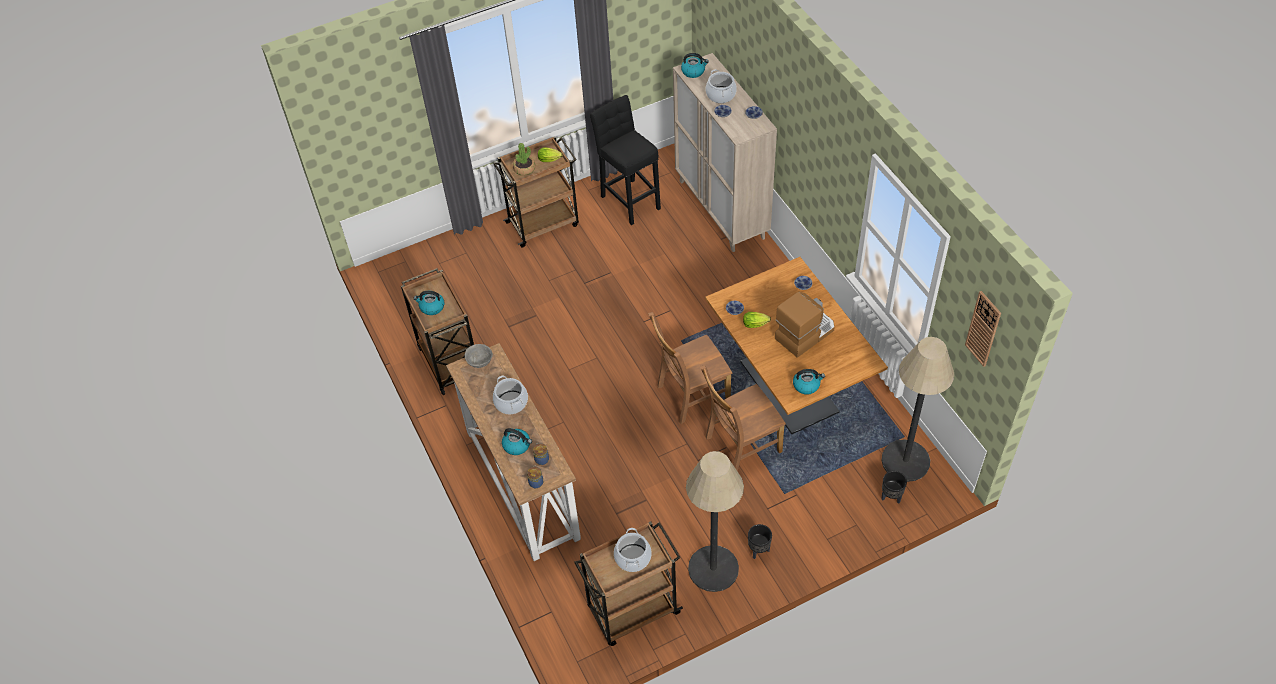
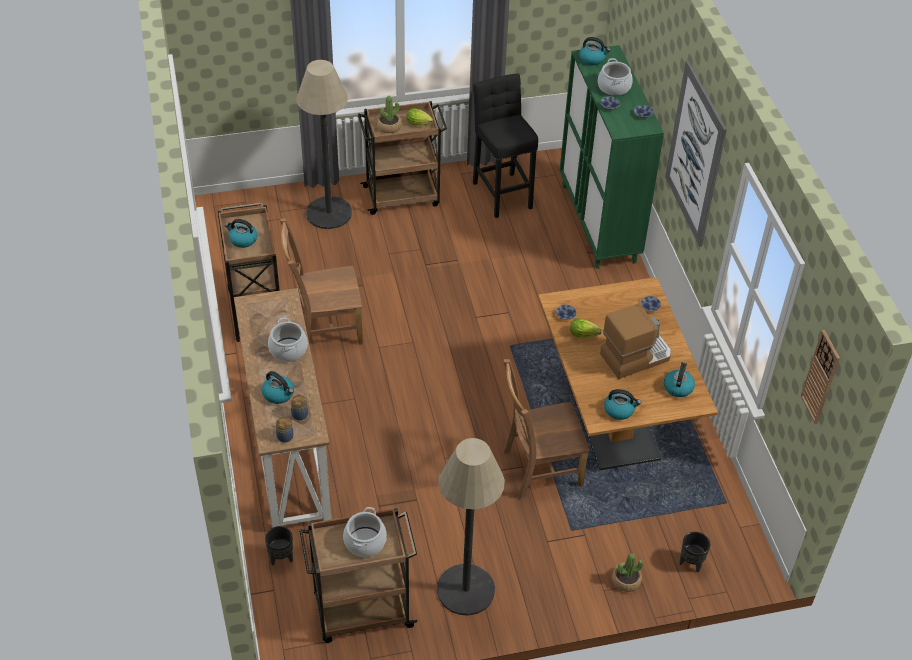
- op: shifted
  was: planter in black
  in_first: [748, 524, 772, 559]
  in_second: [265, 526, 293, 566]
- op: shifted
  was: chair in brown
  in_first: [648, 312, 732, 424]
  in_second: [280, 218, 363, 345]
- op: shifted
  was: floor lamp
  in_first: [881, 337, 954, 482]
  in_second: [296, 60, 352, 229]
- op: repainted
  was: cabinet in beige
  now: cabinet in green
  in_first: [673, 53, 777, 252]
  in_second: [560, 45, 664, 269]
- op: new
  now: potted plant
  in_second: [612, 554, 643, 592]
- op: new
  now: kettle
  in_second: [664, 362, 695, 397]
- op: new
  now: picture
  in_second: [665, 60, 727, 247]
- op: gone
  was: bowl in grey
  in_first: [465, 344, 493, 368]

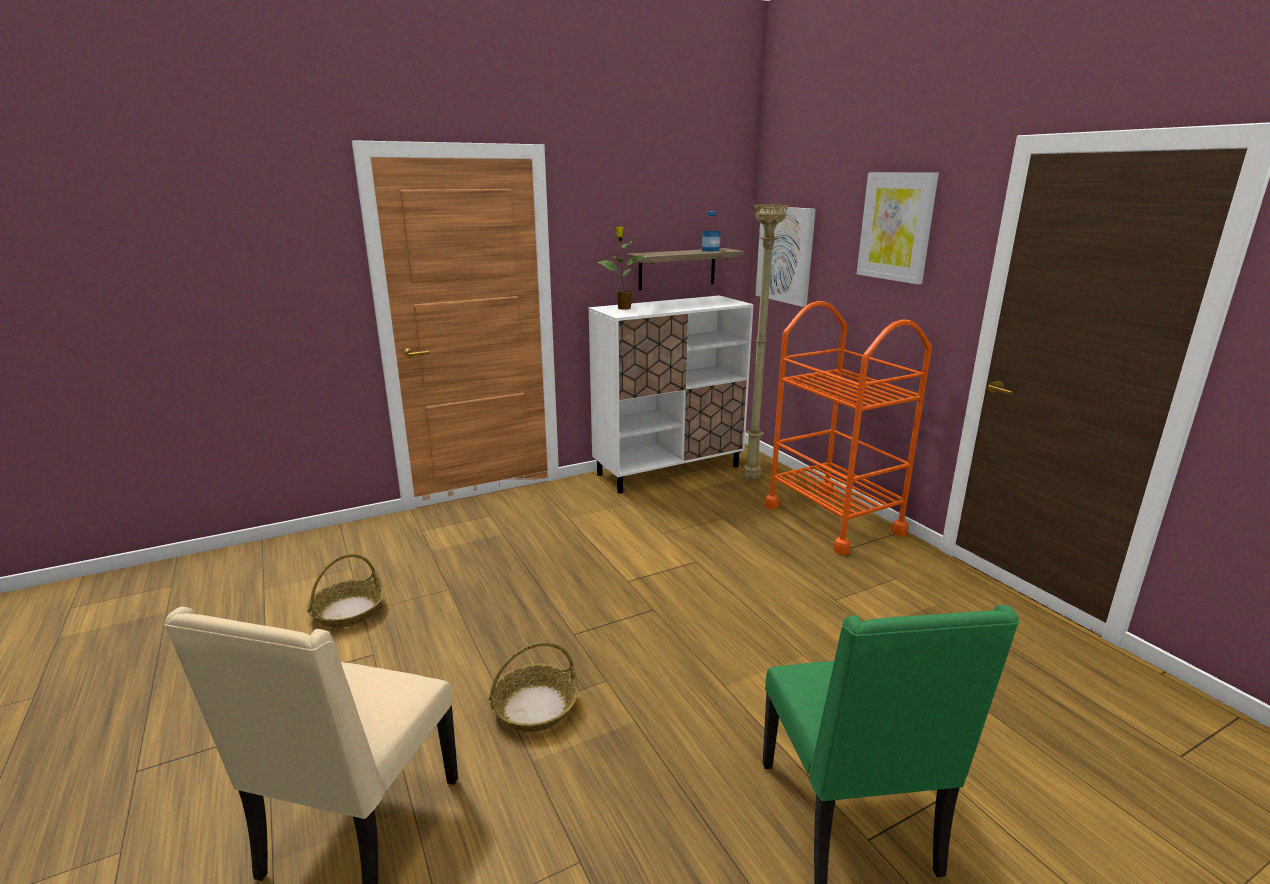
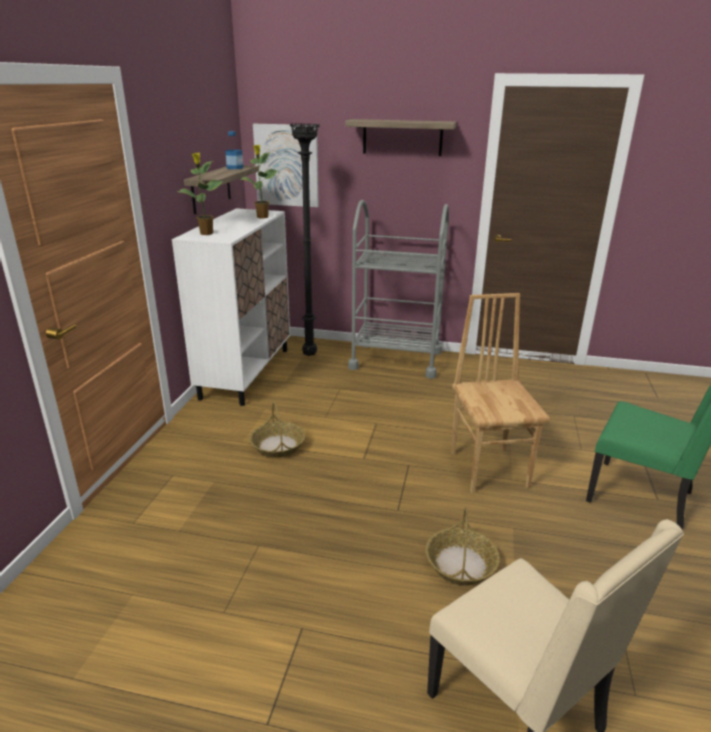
- op: new
  now: potted plant
  in_second: [240, 145, 278, 218]
- op: shifted
  was: basket
  in_first: [306, 554, 384, 628]
  in_second: [250, 402, 305, 458]
- op: repainted
  was: floor lamp in beige
  now: floor lamp in black
  in_first: [743, 204, 789, 479]
  in_second: [290, 123, 320, 356]
- op: swapped
  was: picture
  now: shelf
  in_first: [857, 172, 939, 285]
  in_second: [345, 119, 456, 156]
- op: repainted
  was: cart in orange
  now: cart in grey
  in_first: [764, 301, 932, 555]
  in_second: [348, 200, 449, 379]
- op: new
  now: chair in brown
  in_second: [451, 293, 550, 493]

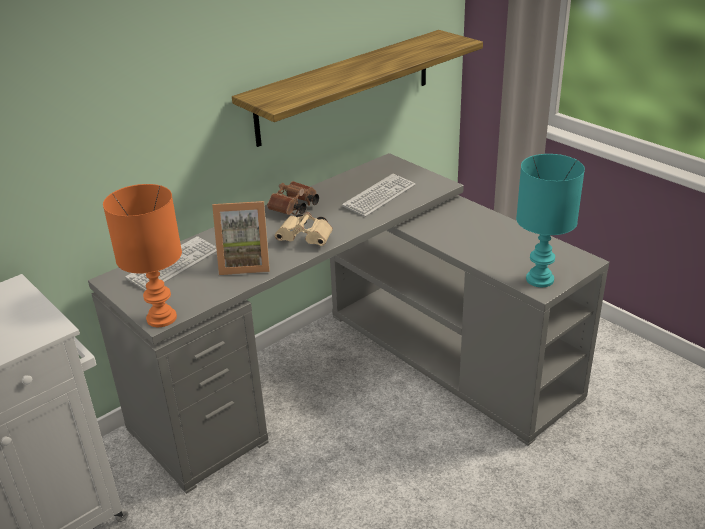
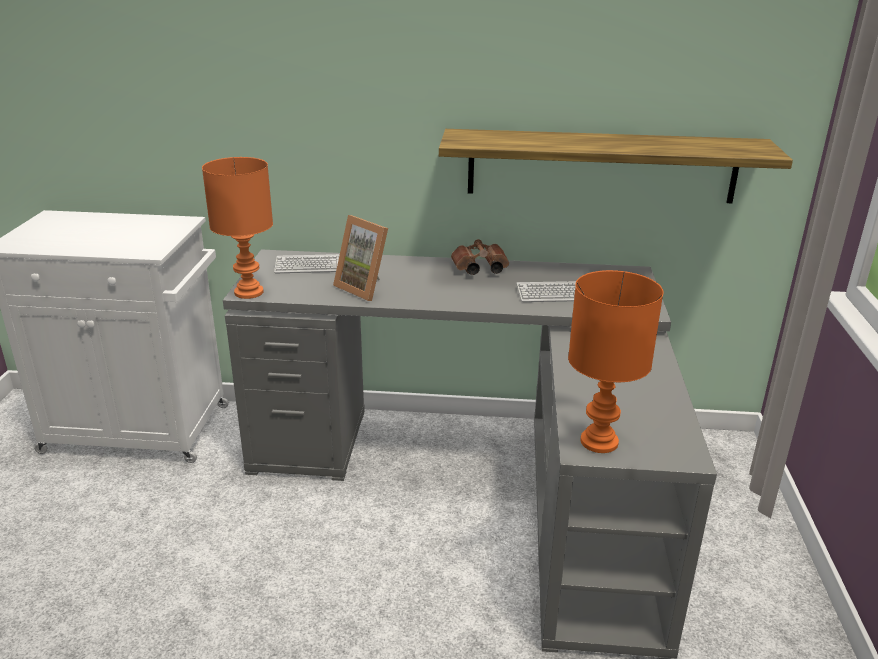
- op: repainted
  was: table lamp in turquoise
  now: table lamp in orange
  in_first: [516, 154, 585, 287]
  in_second: [568, 270, 663, 453]
- op: gone
  was: binoculars in beige
  in_first: [275, 212, 333, 246]

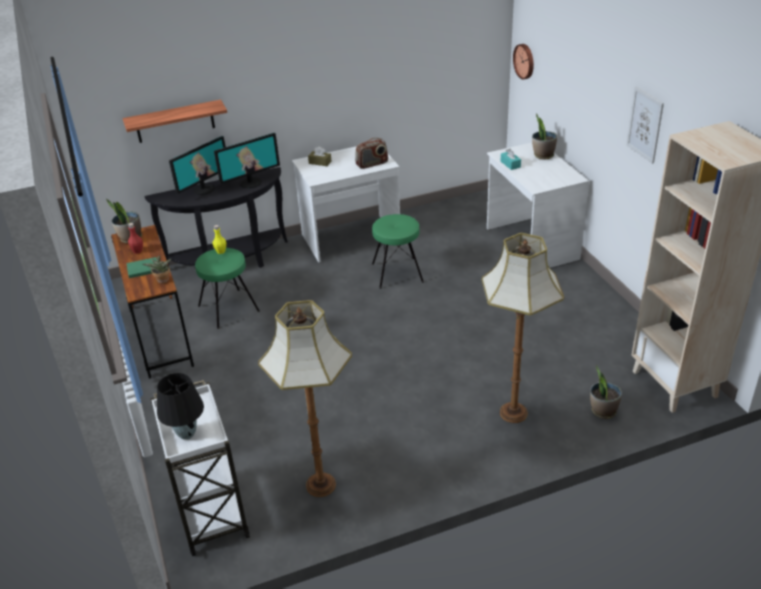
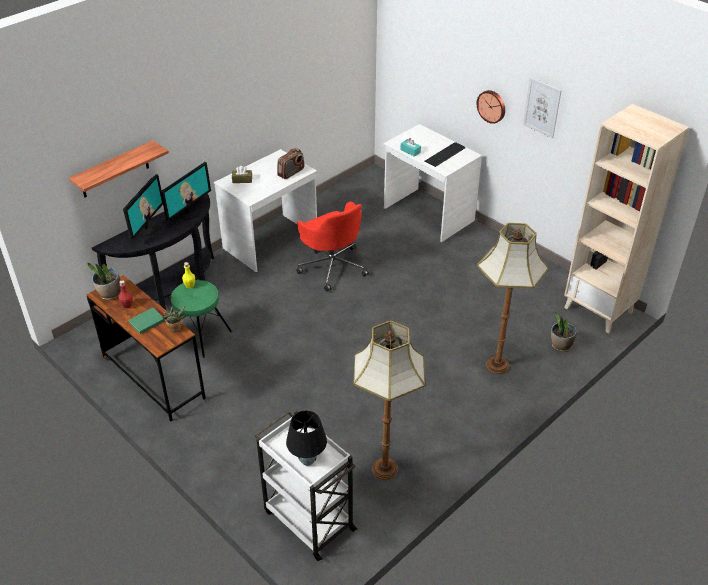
- op: swapped
  was: stool in green
  now: office chair in red
  in_first: [372, 214, 424, 289]
  in_second: [296, 202, 369, 292]
- op: new
  now: keyboard
  in_second: [424, 142, 466, 167]
- op: shifted
  was: wall clock
  in_first: [513, 44, 534, 80]
  in_second: [477, 90, 505, 124]
- op: gone
  was: potted plant
  in_first: [532, 113, 557, 160]

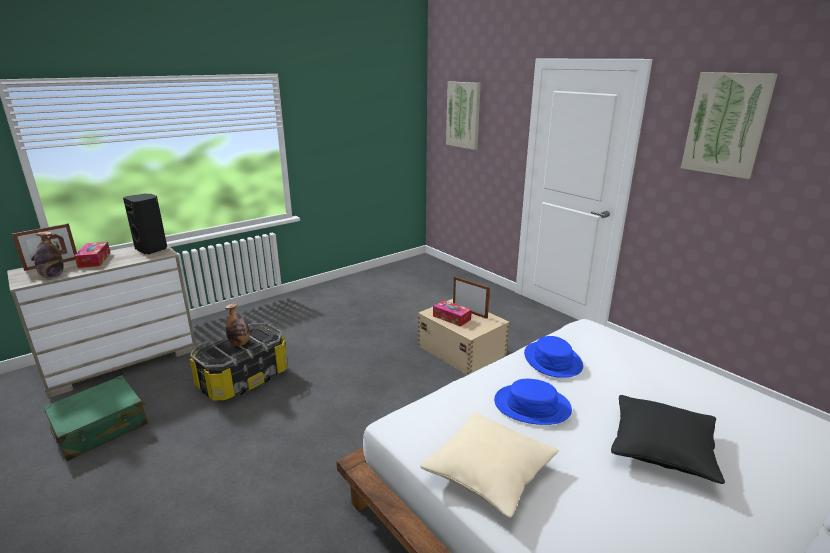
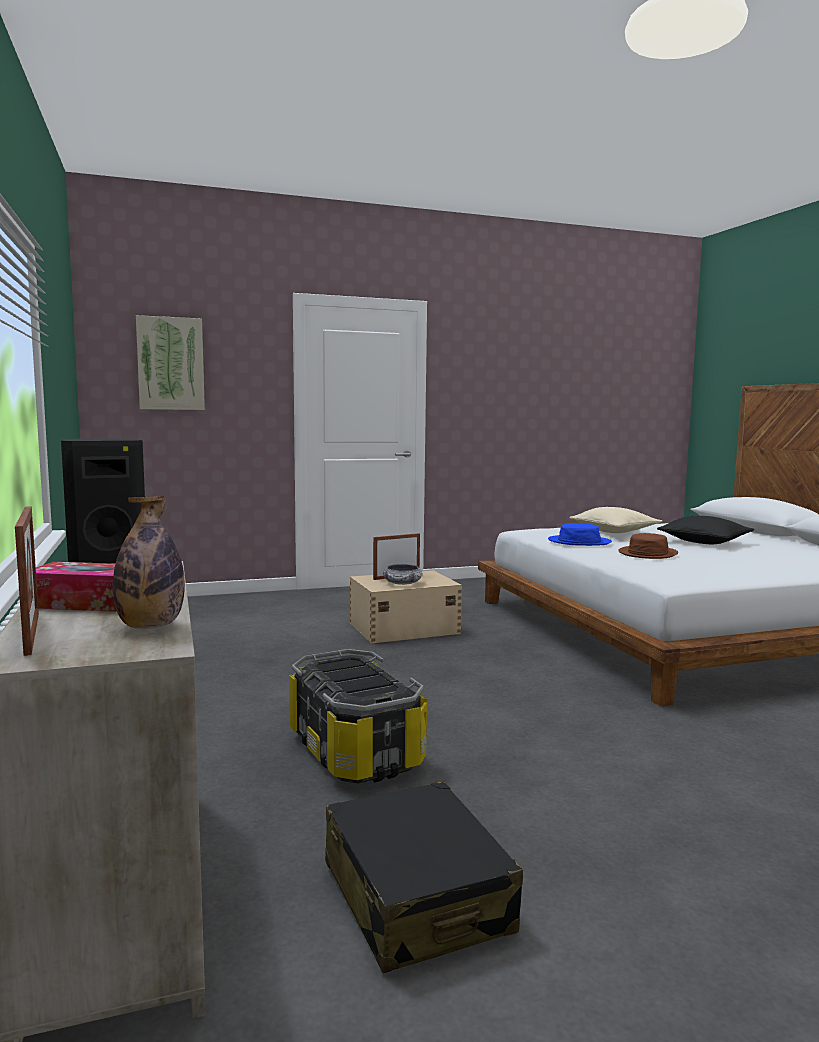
- op: repainted
  was: suitcase in green
  now: suitcase in black
  in_first: [43, 375, 148, 461]
  in_second: [325, 781, 523, 973]
- op: swapped
  was: tissue box
  now: bowl
  in_first: [433, 300, 471, 327]
  in_second: [383, 564, 423, 585]
- op: shifted
  was: pillow in beige
  in_first: [420, 412, 559, 518]
  in_second: [569, 507, 662, 533]
- op: repainted
  was: hat in blue
  now: hat in brown
  in_first: [494, 379, 572, 425]
  in_second: [618, 533, 678, 559]
- op: gone
  was: bottle
  in_first: [225, 303, 250, 346]
- op: gone
  was: picture
  in_first: [681, 72, 778, 179]

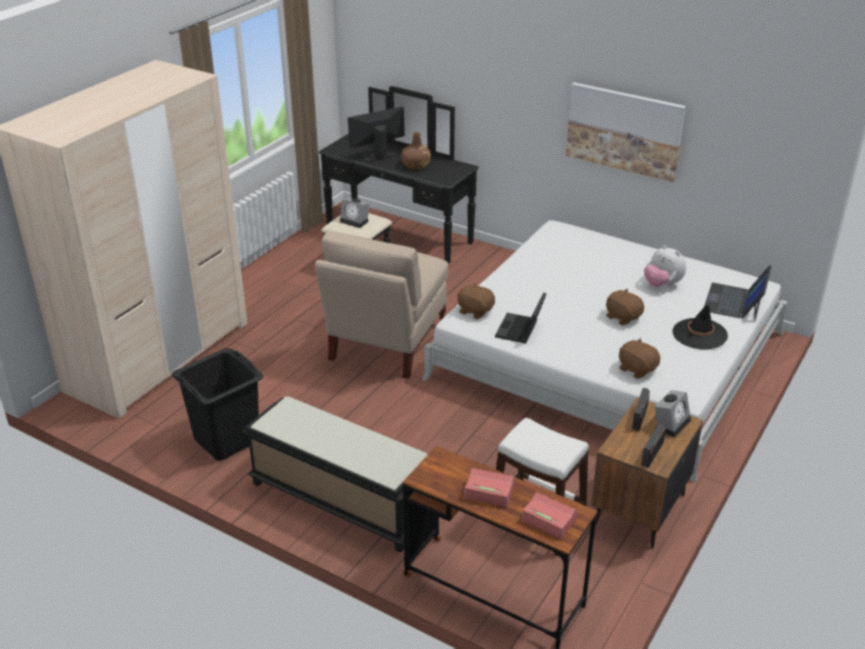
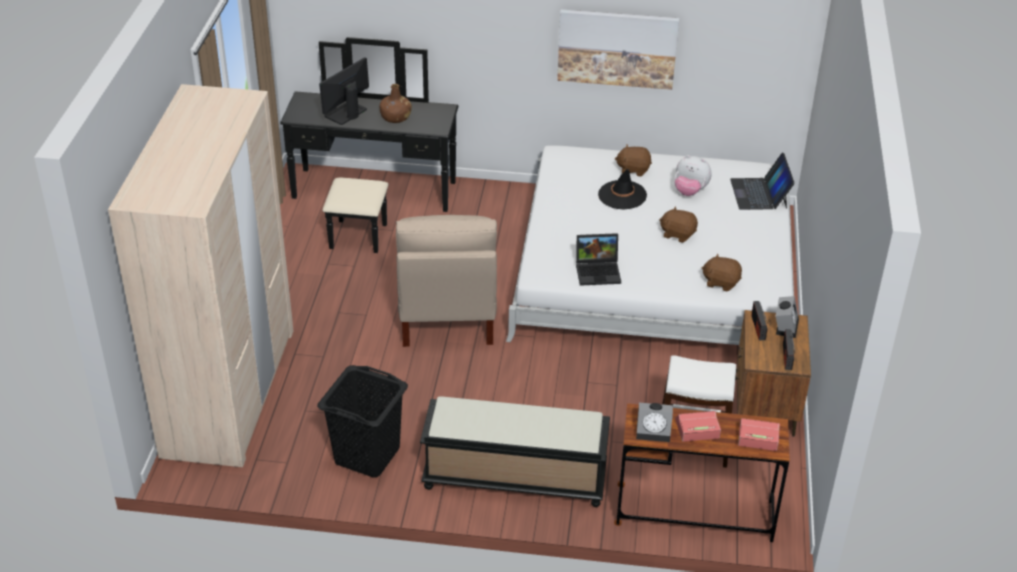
- op: rotated
  was: laptop
  in_first: [495, 292, 547, 343]
  in_second: [576, 233, 621, 286]
  clockwise: -90
- op: shifted
  was: hat in black
  in_first: [672, 305, 728, 349]
  in_second: [598, 169, 647, 210]
- op: shifted
  was: plush toy in brown
  in_first: [457, 283, 495, 319]
  in_second: [615, 144, 652, 176]
- op: shifted
  was: alarm clock
  in_first: [340, 198, 370, 228]
  in_second: [636, 403, 673, 442]

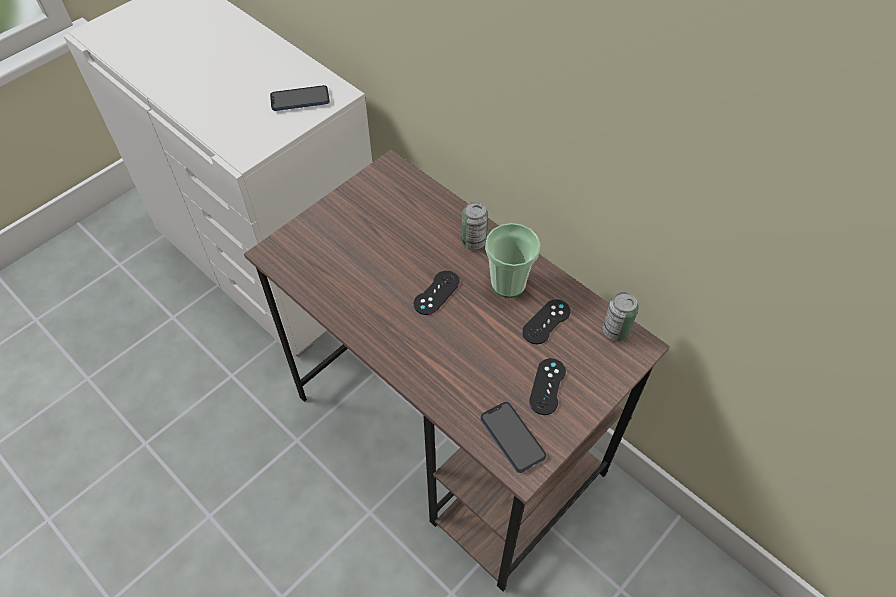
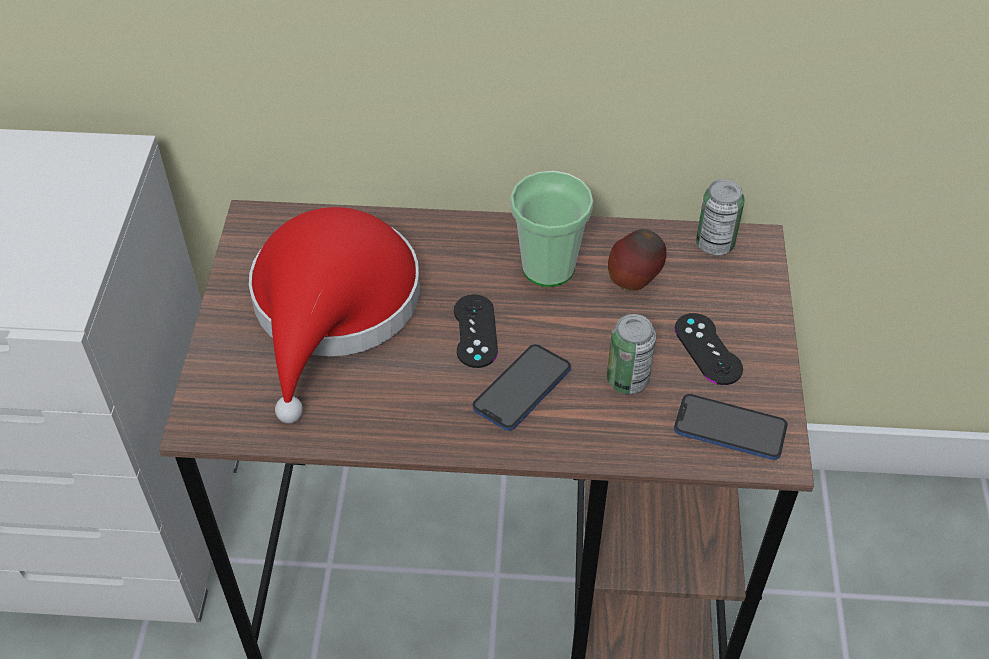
- op: new
  now: hat in red
  in_second: [249, 207, 420, 423]
- op: shifted
  was: phone
  in_first: [270, 85, 330, 111]
  in_second: [473, 344, 571, 431]
- op: shifted
  was: can
  in_first: [461, 202, 488, 250]
  in_second: [607, 314, 656, 394]
- op: swapped
  was: game controller in black
  now: apple
  in_first: [522, 299, 570, 344]
  in_second: [608, 229, 666, 290]

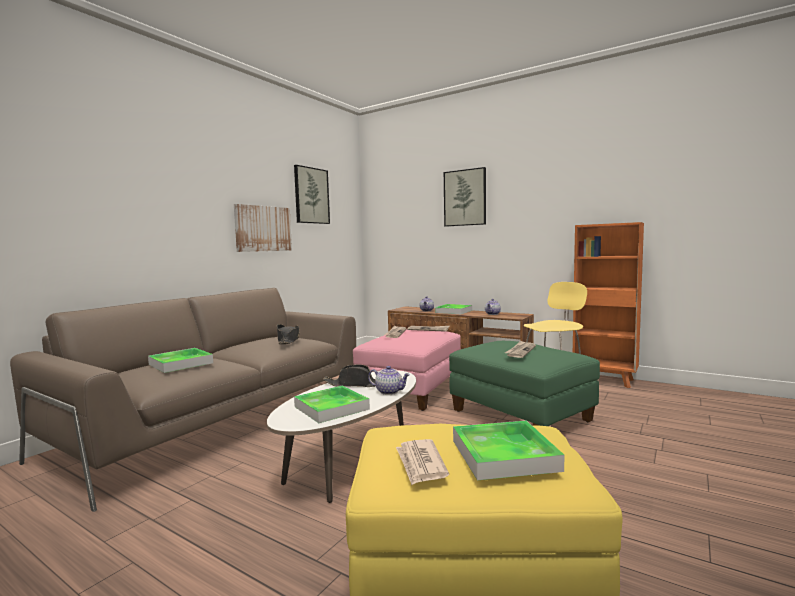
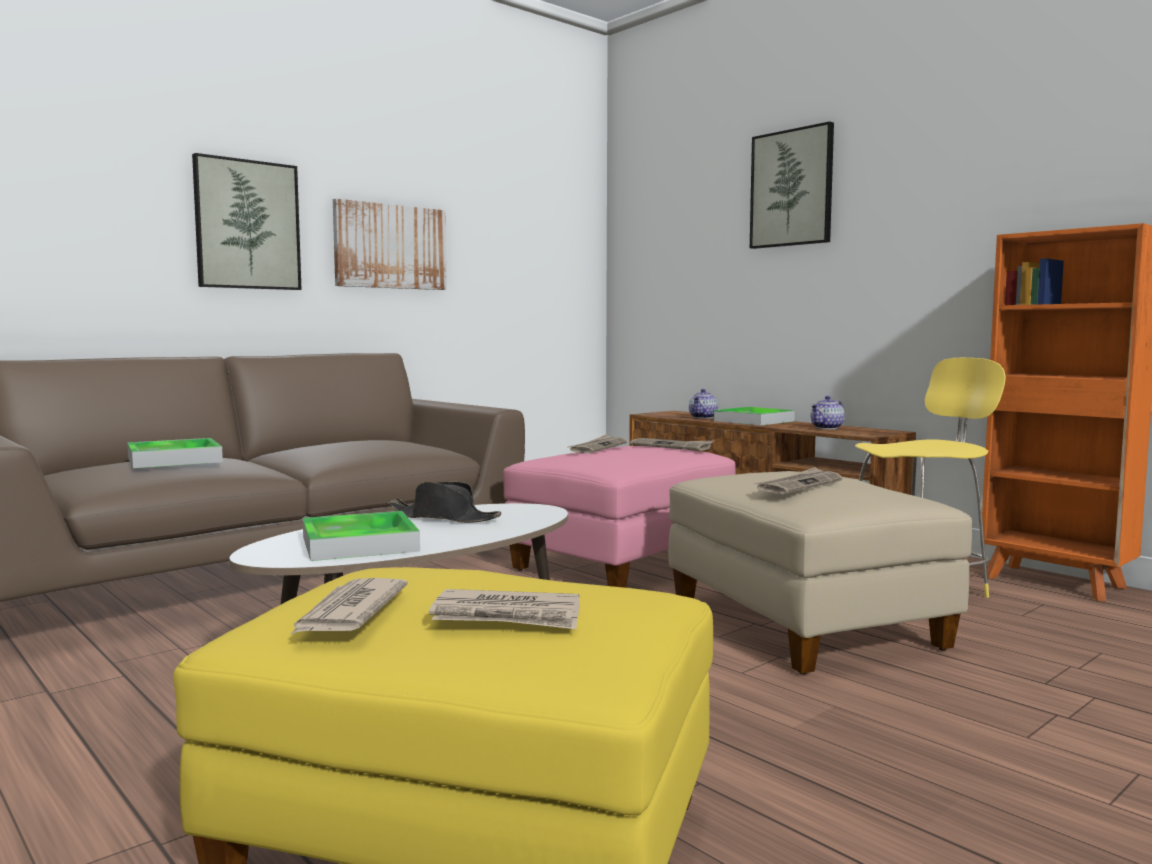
- op: shifted
  was: picture
  in_first: [294, 165, 330, 224]
  in_second: [192, 153, 302, 290]
- op: swapped
  was: tray
  now: newspaper
  in_first: [453, 421, 564, 480]
  in_second: [429, 589, 580, 629]
- op: repainted
  was: ottoman in green
  now: ottoman in beige
  in_first: [449, 341, 600, 426]
  in_second: [668, 471, 972, 675]
- op: gone
  was: hat in black
  in_first: [277, 324, 300, 344]
- op: gone
  was: teapot
  in_first: [368, 366, 410, 395]

